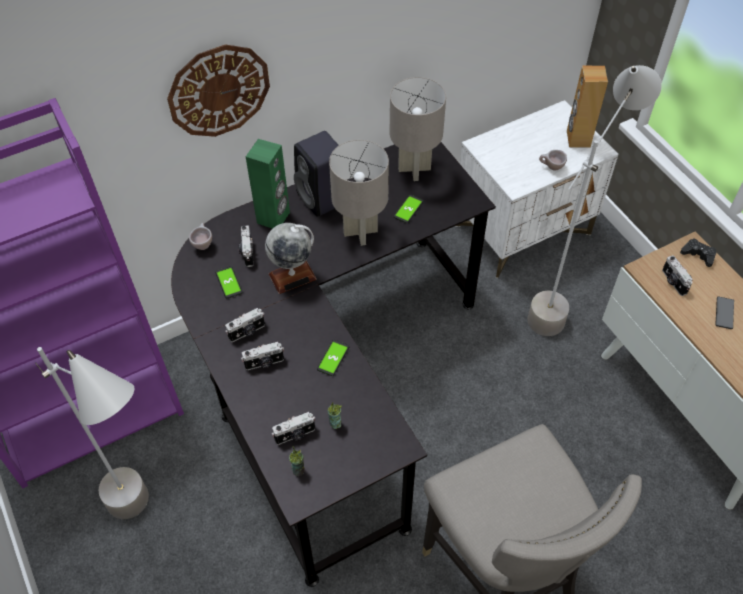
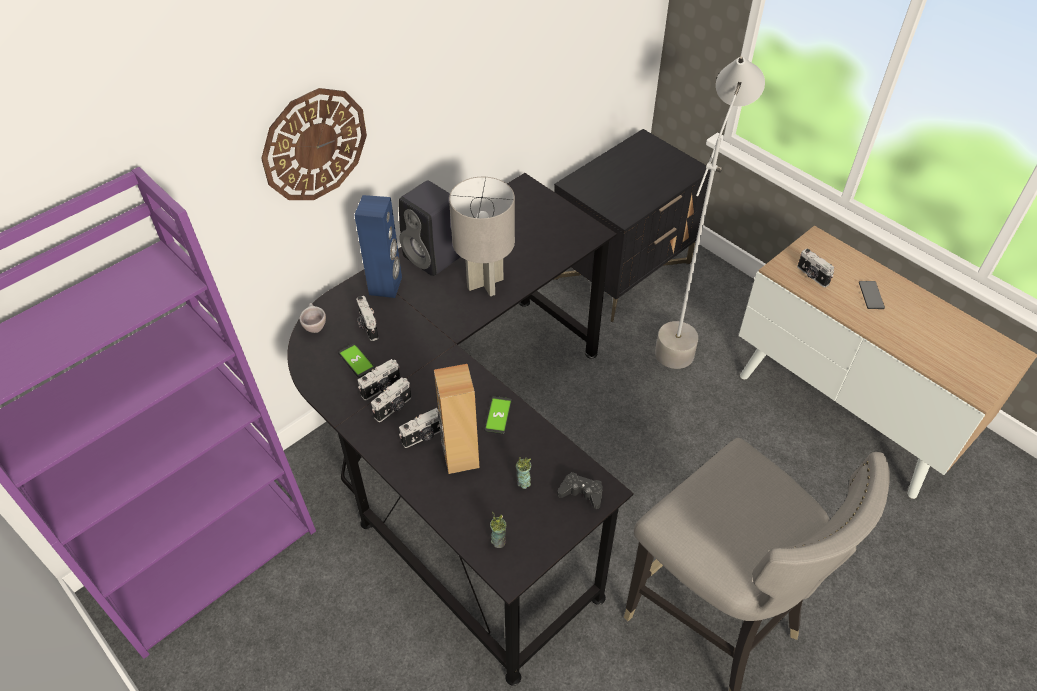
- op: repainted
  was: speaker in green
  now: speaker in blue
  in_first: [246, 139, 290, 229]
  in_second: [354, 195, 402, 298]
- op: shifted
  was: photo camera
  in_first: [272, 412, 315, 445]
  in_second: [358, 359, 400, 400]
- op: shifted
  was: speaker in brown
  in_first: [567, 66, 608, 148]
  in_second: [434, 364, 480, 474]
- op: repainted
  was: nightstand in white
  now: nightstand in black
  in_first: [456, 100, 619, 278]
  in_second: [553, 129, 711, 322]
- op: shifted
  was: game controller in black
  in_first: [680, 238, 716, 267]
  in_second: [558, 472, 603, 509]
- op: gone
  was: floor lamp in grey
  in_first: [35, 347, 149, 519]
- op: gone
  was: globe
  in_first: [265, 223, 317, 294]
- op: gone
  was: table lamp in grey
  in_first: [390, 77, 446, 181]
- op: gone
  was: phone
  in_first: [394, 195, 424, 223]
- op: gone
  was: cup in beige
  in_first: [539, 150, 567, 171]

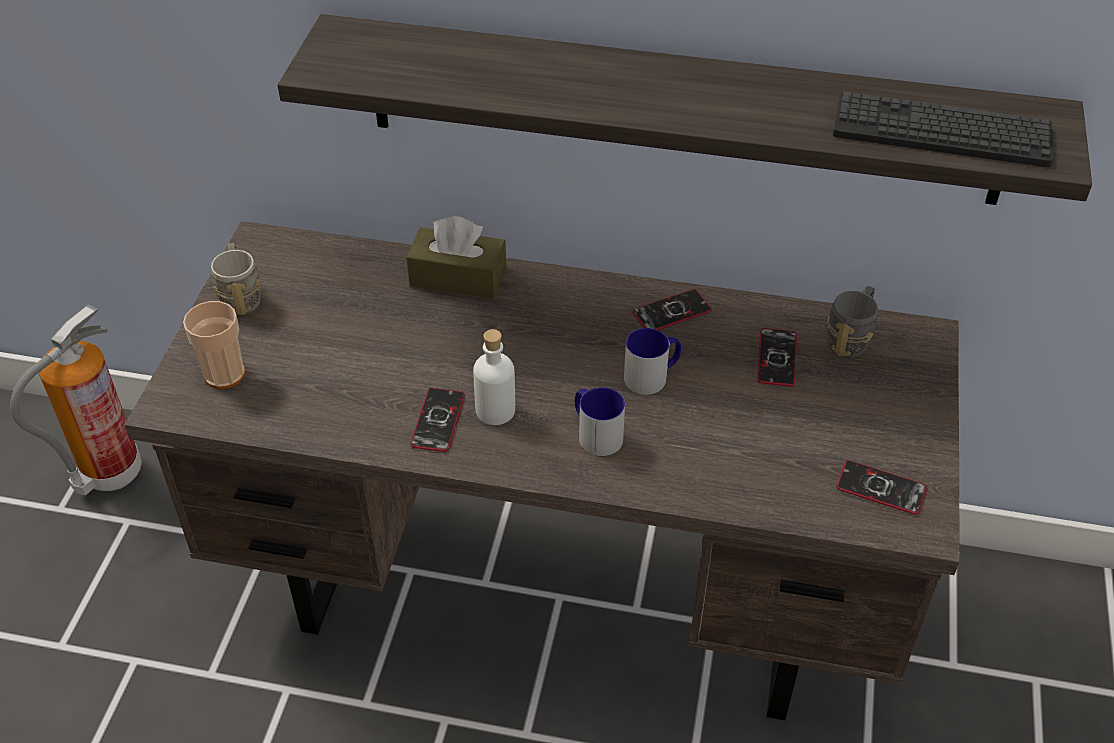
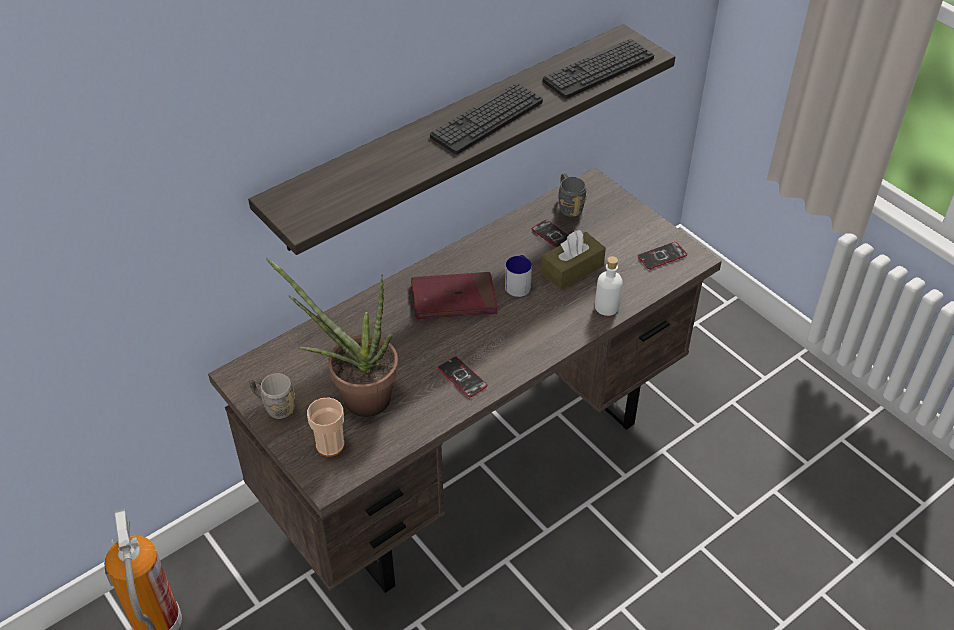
- op: new
  now: potted plant
  in_second: [266, 258, 399, 417]
- op: new
  now: book in red
  in_second: [411, 272, 498, 319]
- op: new
  now: keyboard
  in_second: [430, 83, 543, 155]
- op: shifted
  was: tissue box in brown
  in_first: [406, 216, 506, 299]
  in_second: [541, 230, 606, 290]
- op: shifted
  was: bottle in white
  in_first: [473, 329, 515, 425]
  in_second: [595, 256, 623, 316]
- op: gone
  was: mug
  in_first: [575, 387, 625, 456]
- op: gone
  was: phone
  in_first: [632, 289, 712, 330]

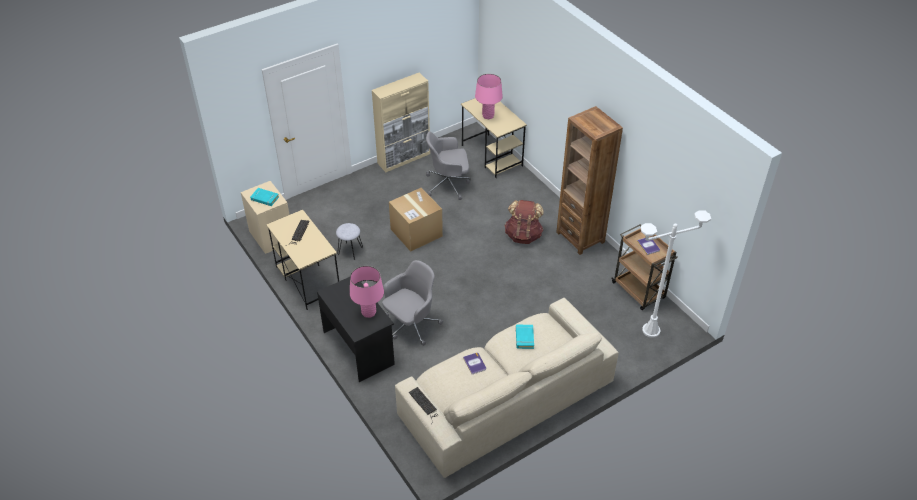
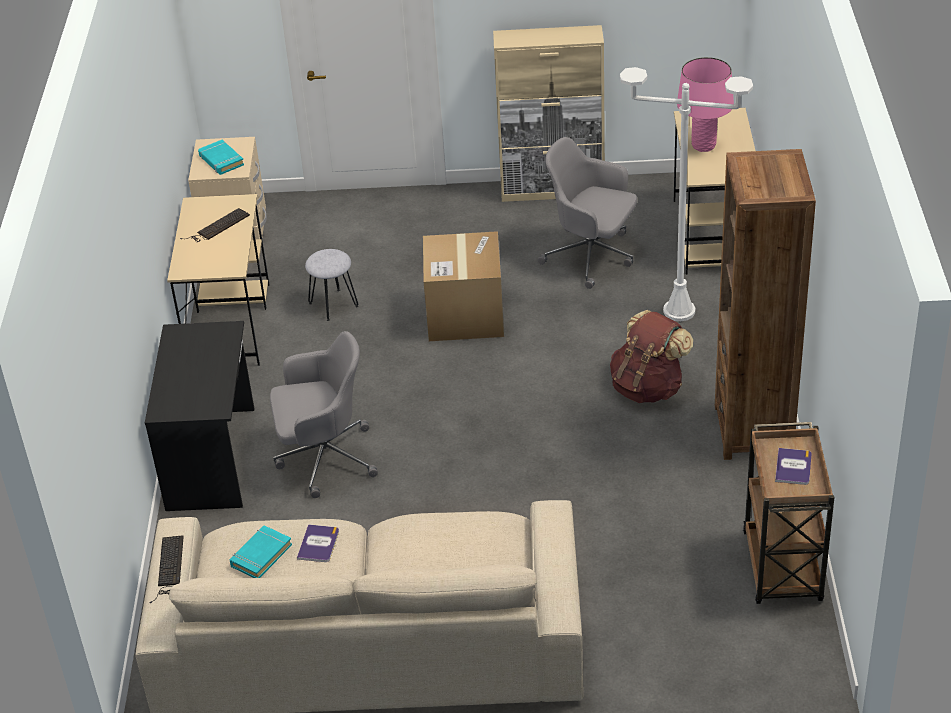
- op: shifted
  was: book in turquoise
  in_first: [516, 325, 534, 349]
  in_second: [229, 525, 292, 578]
- op: shifted
  was: floor lamp in white
  in_first: [640, 210, 711, 338]
  in_second: [620, 67, 753, 321]
- op: gone
  was: table lamp in pink
  in_first: [350, 266, 384, 318]

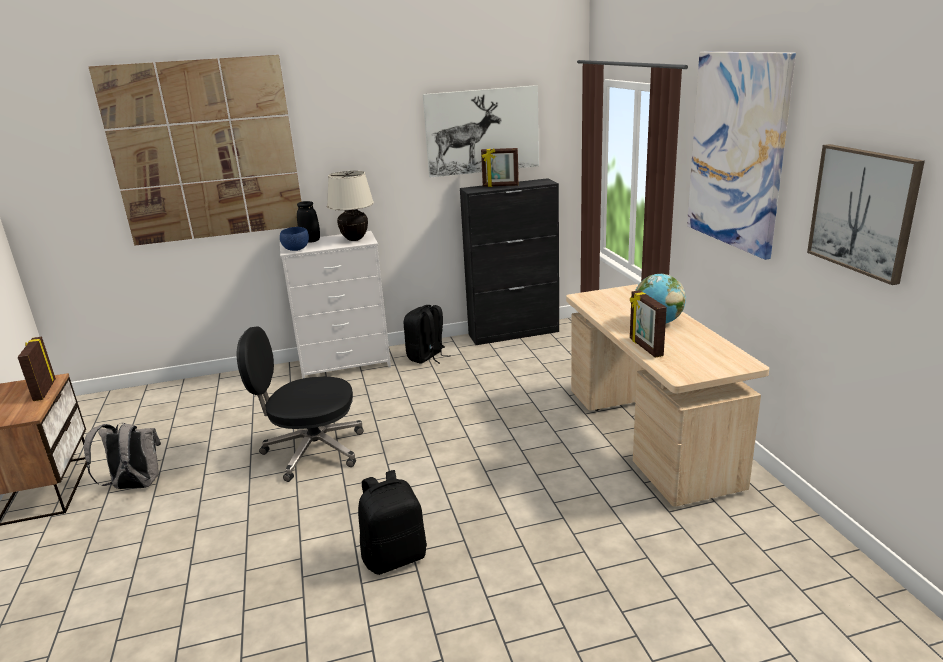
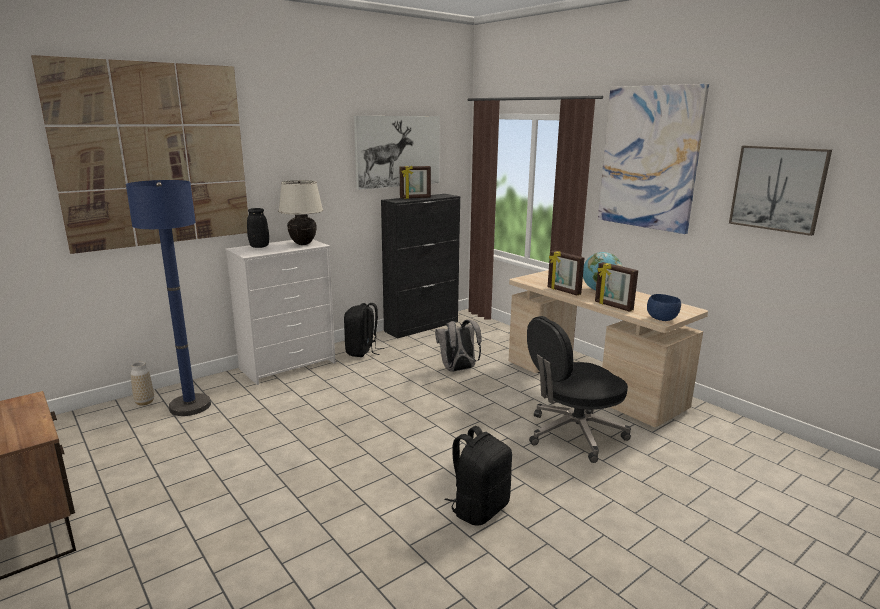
- op: new
  now: floor lamp in blue
  in_second: [126, 180, 211, 416]
- op: new
  now: vase
  in_second: [131, 362, 154, 406]
- op: shifted
  was: backpack in grey
  in_first: [84, 423, 161, 489]
  in_second: [435, 319, 481, 372]
- op: shifted
  was: office chair in black
  in_first: [237, 326, 364, 482]
  in_second: [527, 316, 631, 463]
- op: shifted
  was: picture frame
  in_first: [18, 337, 56, 401]
  in_second: [548, 251, 585, 295]
- op: shifted
  was: bowl in blue
  in_first: [280, 227, 309, 251]
  in_second: [647, 294, 681, 321]

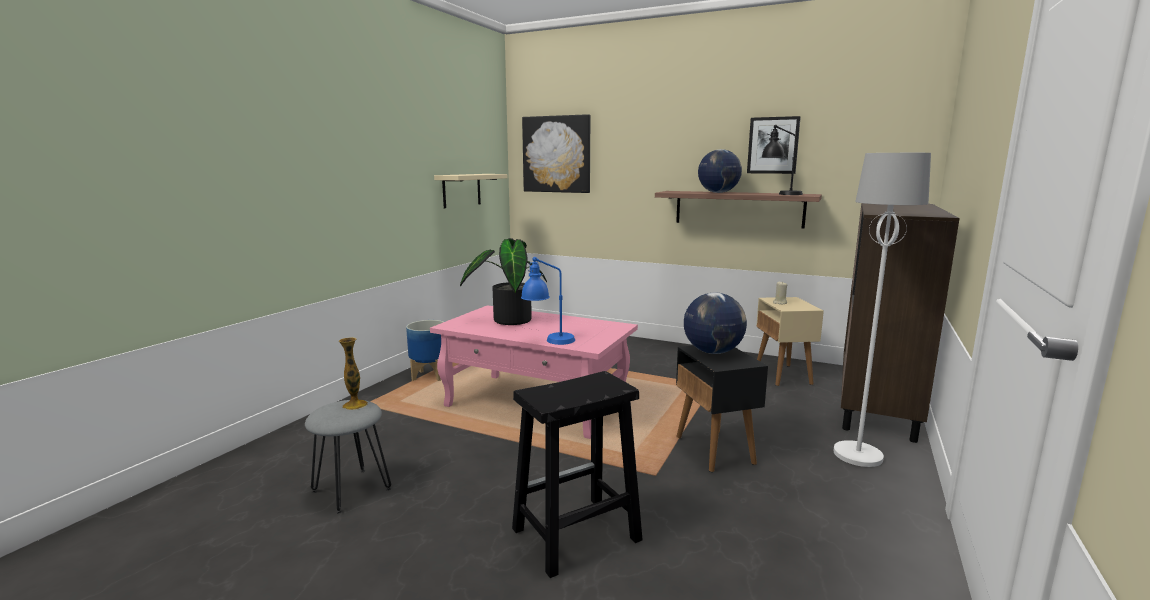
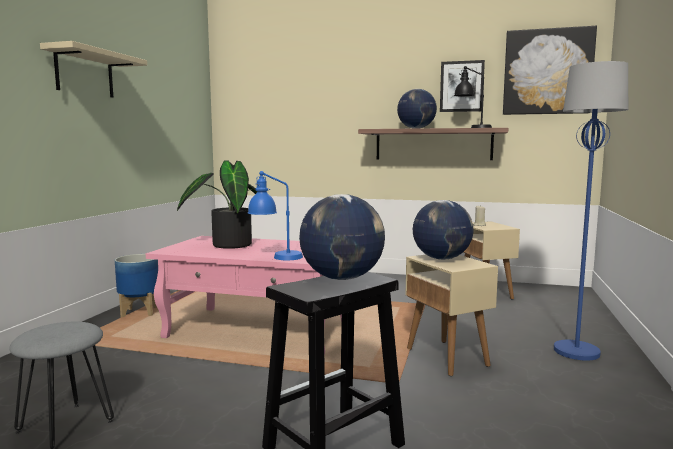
- op: shifted
  was: shelf in beige
  in_first: [434, 174, 507, 208]
  in_second: [40, 41, 147, 98]
- op: new
  now: globe
  in_second: [299, 194, 385, 280]
- op: repainted
  was: side table in black
  now: side table in beige
  in_first: [676, 345, 768, 472]
  in_second: [406, 255, 498, 376]
- op: shifted
  was: picture
  in_first: [522, 114, 590, 193]
  in_second: [503, 26, 597, 115]
- op: repainted
  was: floor lamp in white
  now: floor lamp in blue
  in_first: [833, 153, 931, 467]
  in_second: [554, 61, 628, 361]
- op: gone
  was: vase
  in_first: [339, 337, 368, 410]
- op: gone
  was: cabinet in brown
  in_first: [841, 203, 960, 443]

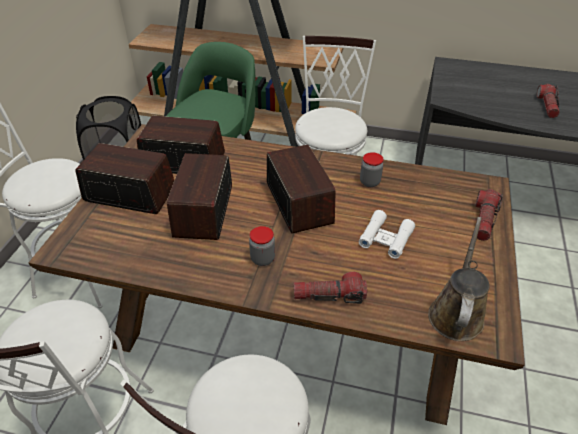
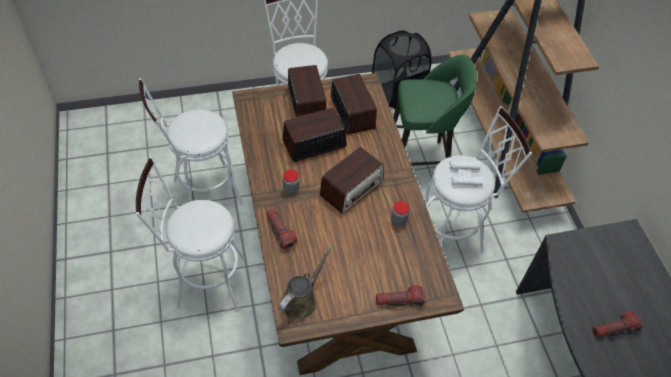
- op: rotated
  was: watering can in brown
  in_first: [428, 217, 490, 341]
  in_second: [279, 245, 333, 320]
  clockwise: -45
- op: shifted
  was: binoculars in white
  in_first: [359, 210, 415, 259]
  in_second: [449, 161, 483, 186]

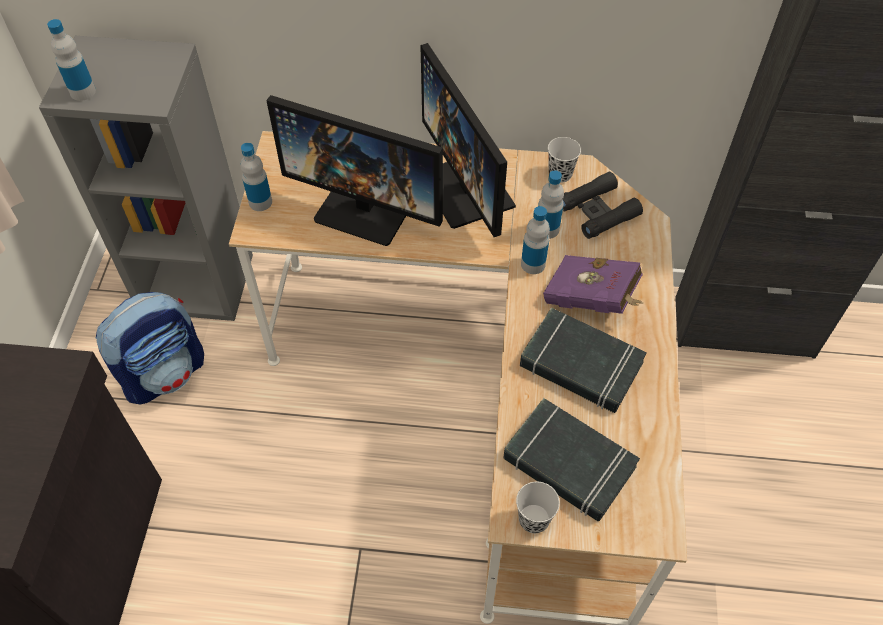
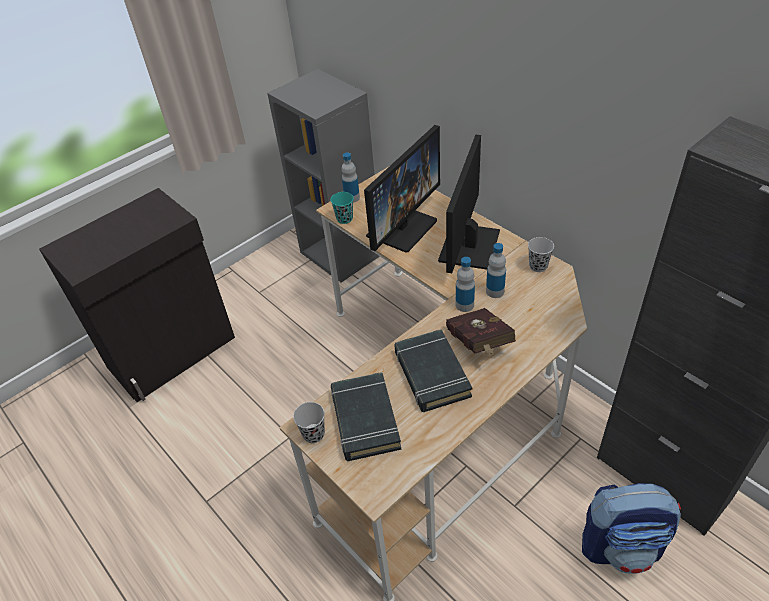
- op: new
  now: cup in turquoise
  in_second: [331, 192, 354, 224]
- op: rotated
  was: monitor
  in_first: [266, 95, 443, 246]
  in_second: [364, 125, 440, 252]
  clockwise: -120
- op: repainted
  was: book in purple
  now: book in red
  in_first: [543, 255, 644, 314]
  in_second: [446, 308, 516, 355]
- op: shifted
  was: backpack
  in_first: [96, 292, 204, 404]
  in_second: [582, 483, 681, 574]
- op: gone
  was: bottle
  in_first: [47, 19, 96, 101]
- op: gone
  was: binoculars in black
  in_first: [562, 172, 643, 239]

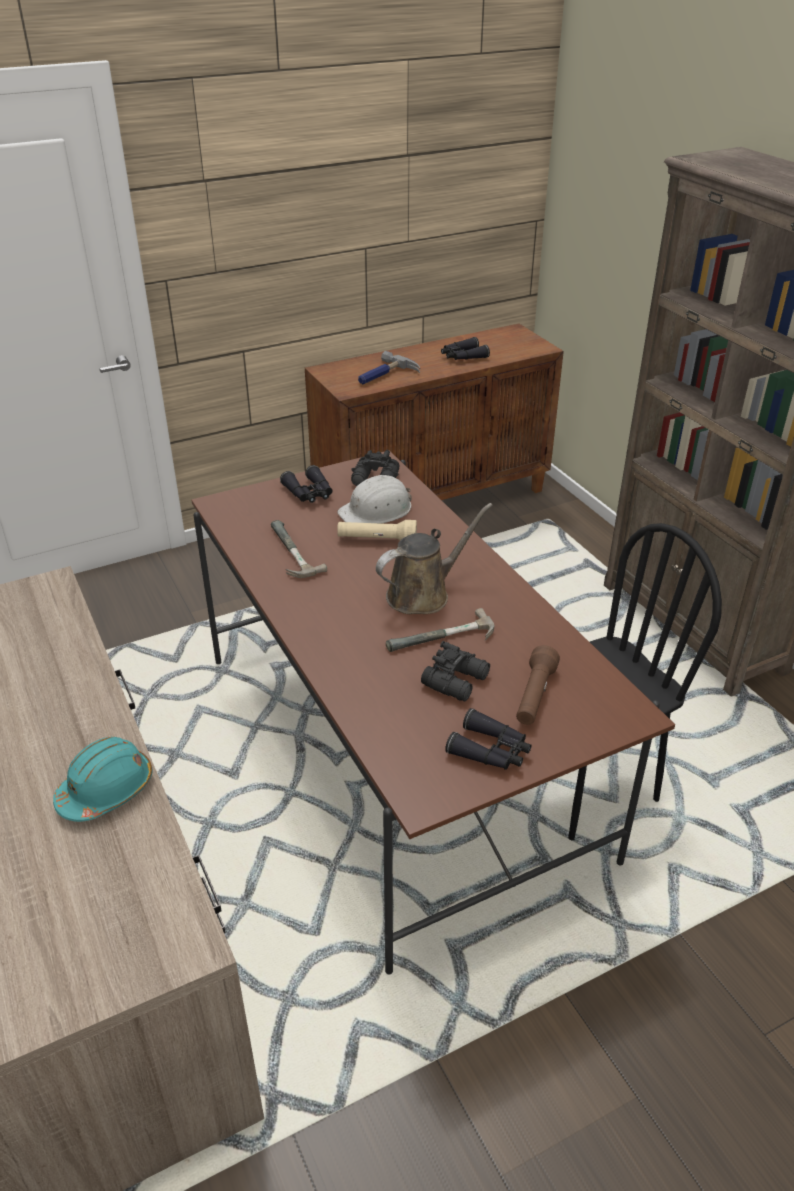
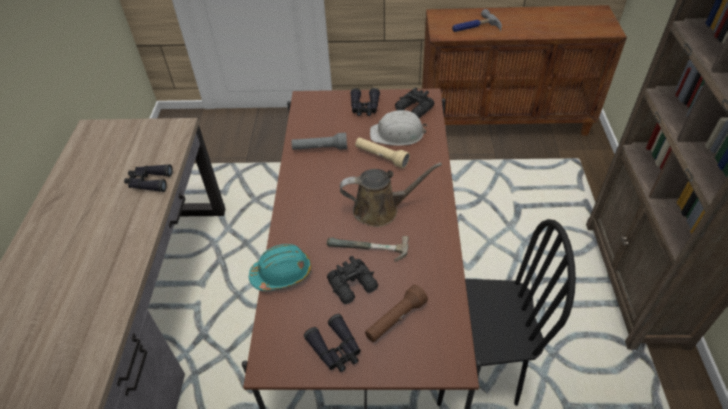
- op: shifted
  was: binoculars in black
  in_first: [441, 337, 490, 360]
  in_second: [124, 164, 173, 192]
- op: shifted
  was: hard hat in turquoise
  in_first: [53, 737, 153, 822]
  in_second: [249, 244, 311, 291]
- op: swapped
  was: hammer
  now: flashlight in grey
  in_first: [271, 520, 327, 578]
  in_second: [291, 133, 347, 150]

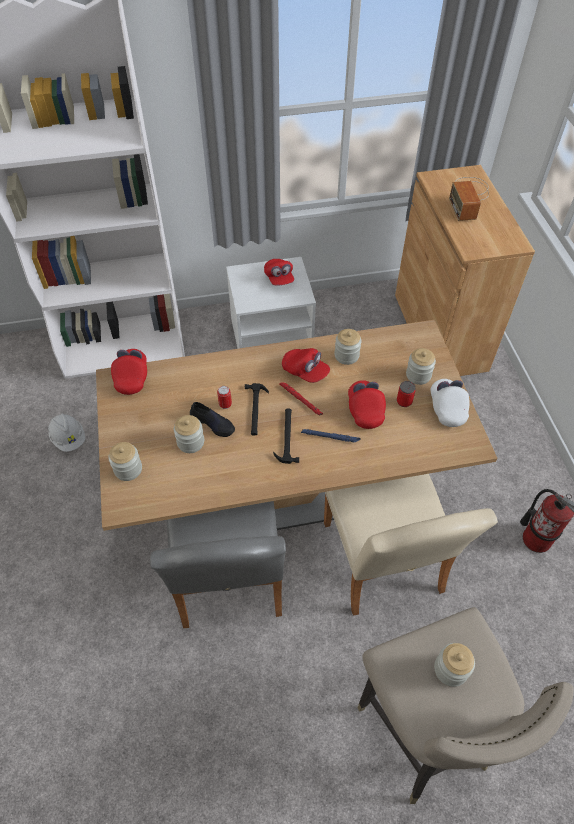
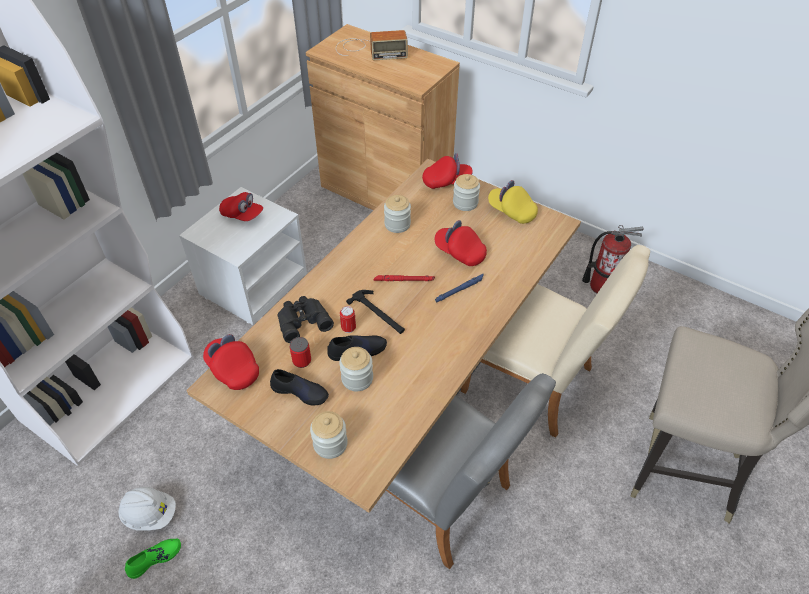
- op: new
  now: shoe in green
  in_second: [125, 539, 181, 579]
- op: new
  now: shoe in black
  in_second: [270, 369, 329, 405]
- op: new
  now: binoculars in black
  in_second: [277, 296, 334, 343]
- op: shifted
  was: can
  in_first: [397, 381, 416, 407]
  in_second: [290, 337, 311, 368]
- op: rotated
  was: radio
  in_first: [449, 177, 489, 221]
  in_second: [336, 30, 408, 60]
  clockwise: -45
- op: shifted
  was: cap in red
  in_first: [282, 348, 330, 383]
  in_second: [422, 153, 473, 189]
- op: repainted
  was: cap in white
  now: cap in yellow
  in_first: [431, 379, 470, 427]
  in_second: [488, 180, 538, 224]
- op: gone
  was: hammer
  in_first: [273, 408, 299, 464]
- op: gone
  was: jar
  in_first: [434, 643, 475, 687]

